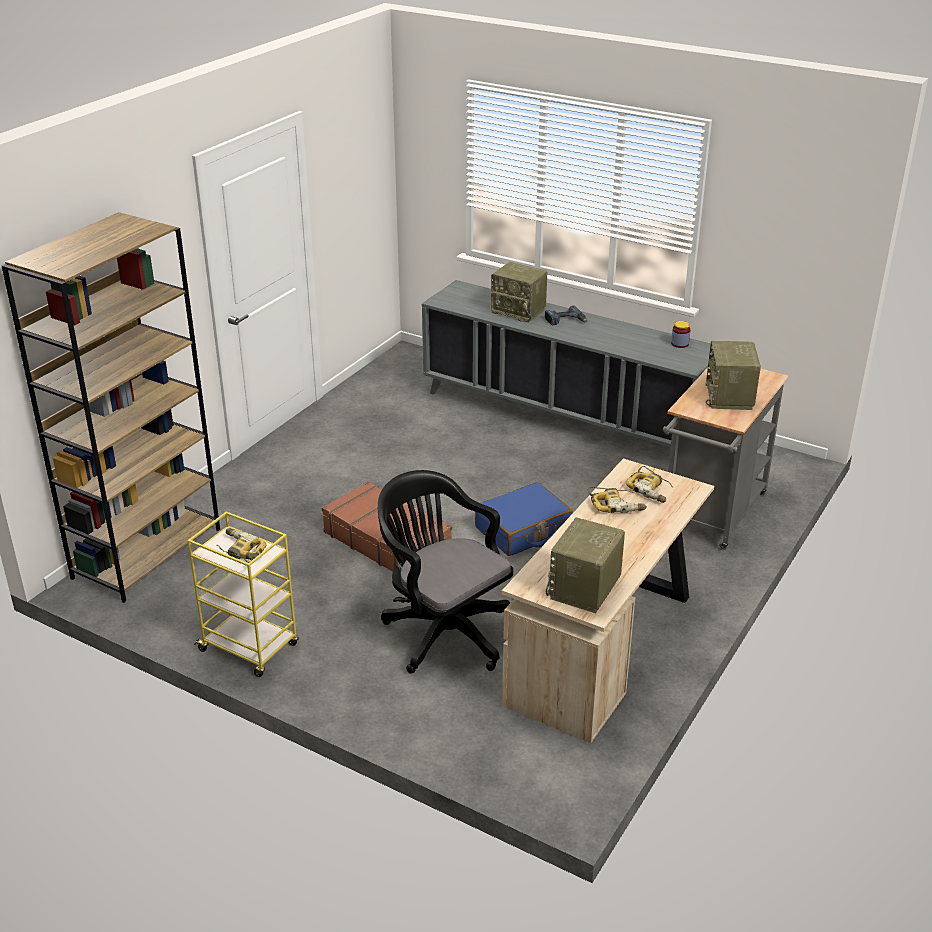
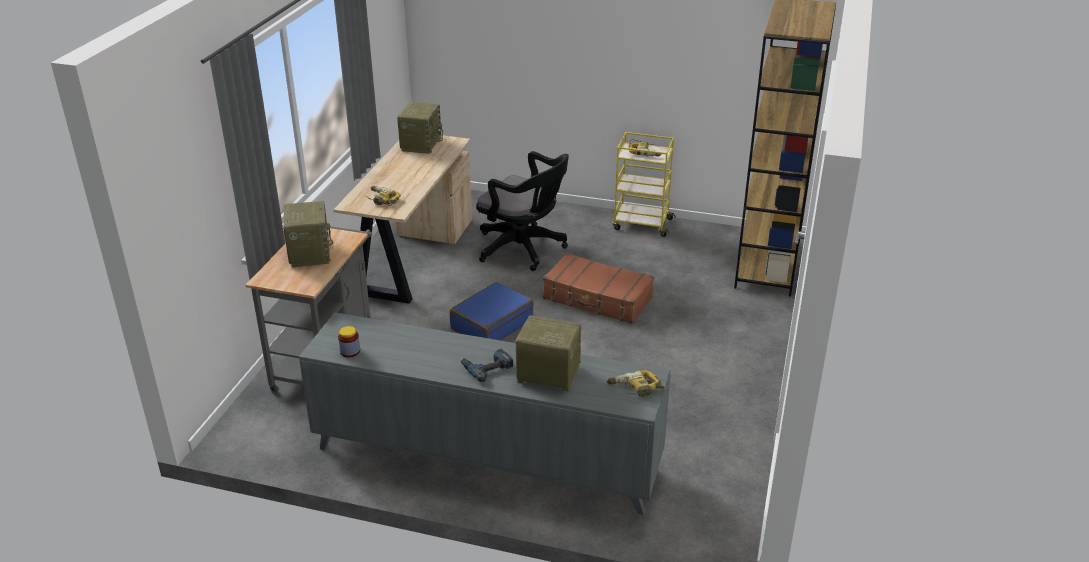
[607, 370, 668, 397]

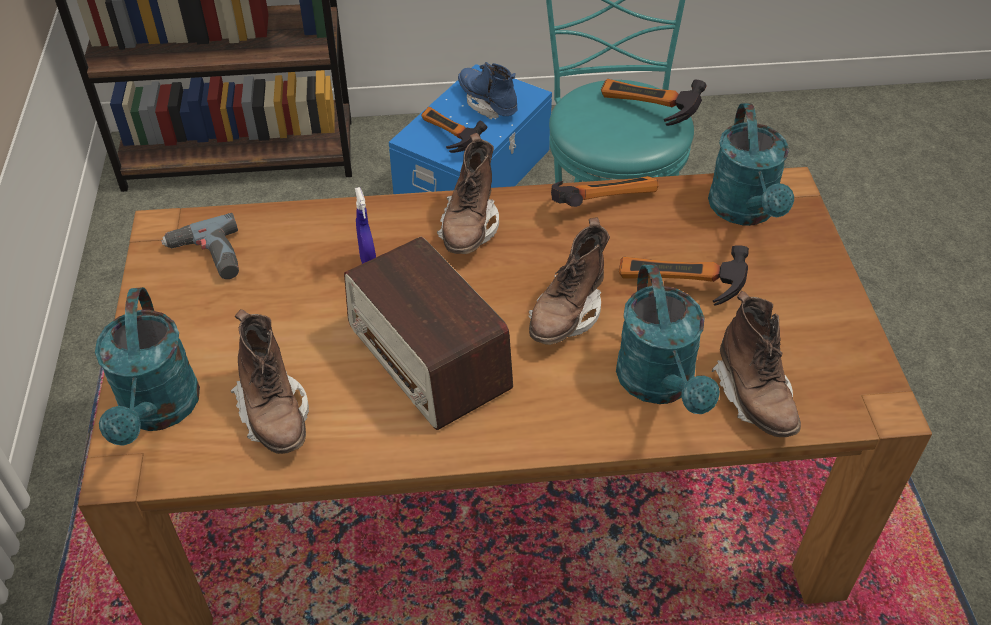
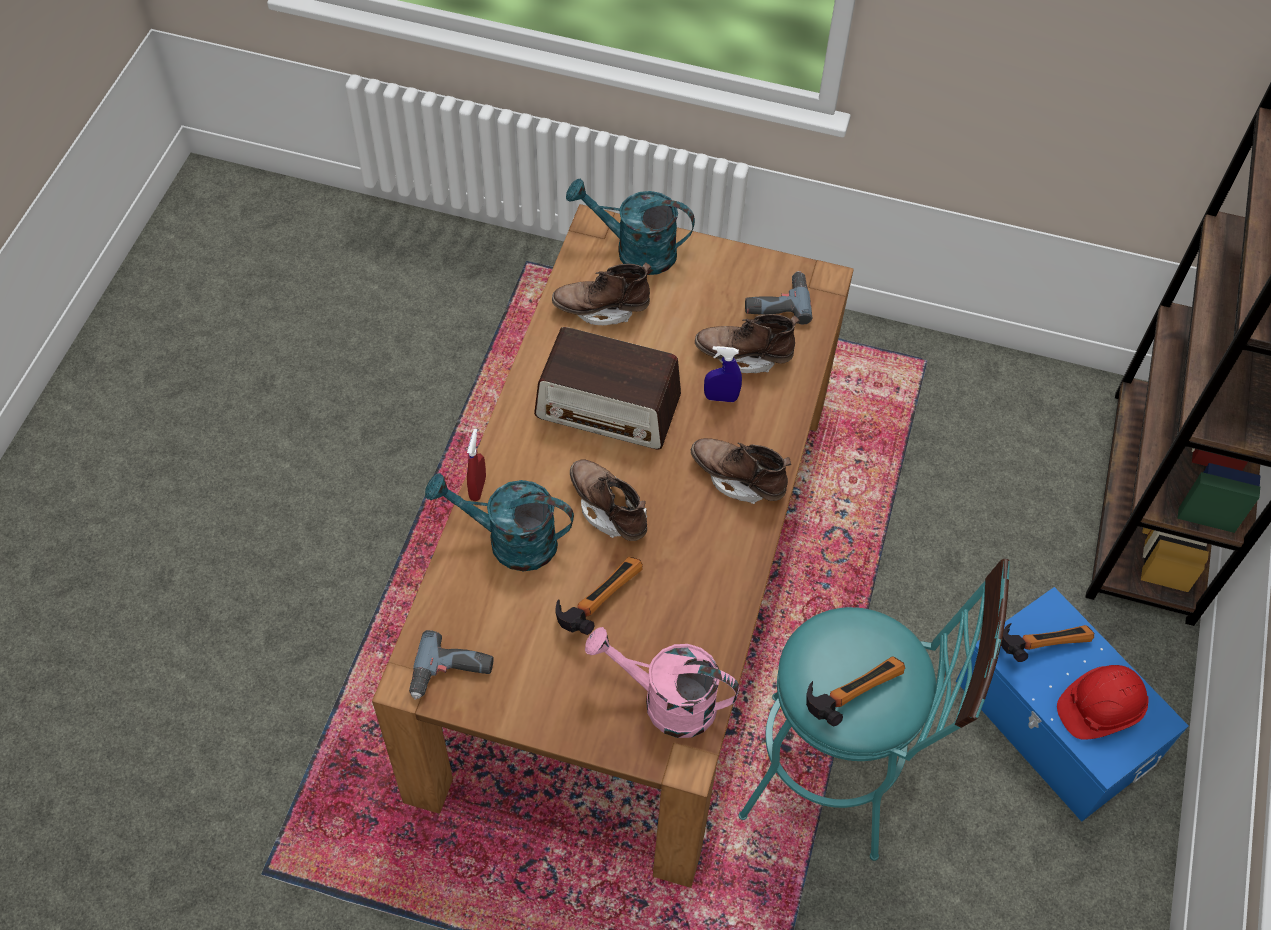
[534, 327, 681, 450]
[1057, 665, 1149, 740]
[551, 176, 659, 207] (first image)
[585, 627, 740, 738]
[695, 314, 800, 373]
[409, 630, 494, 700]
[467, 429, 486, 501]

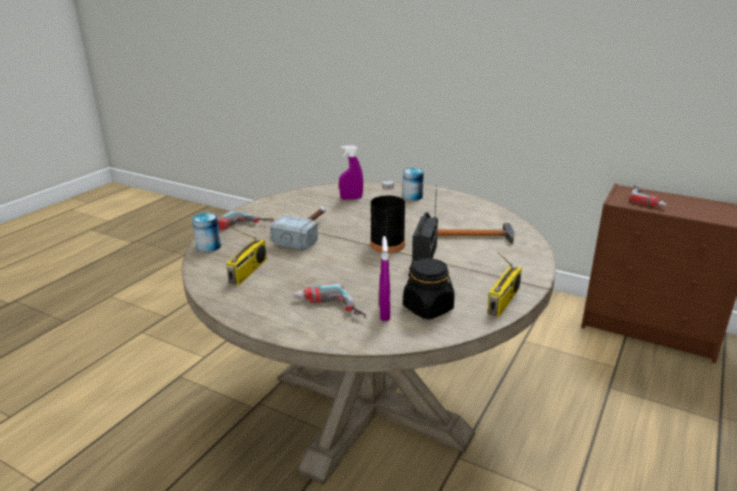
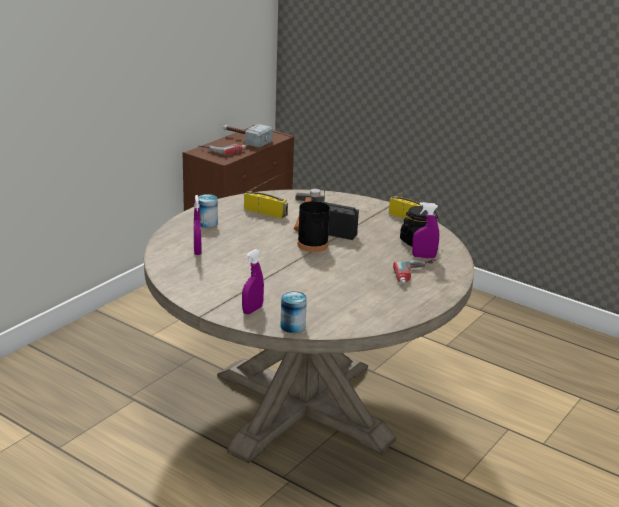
[242, 249, 264, 314]
[244, 175, 288, 219]
[223, 124, 273, 148]

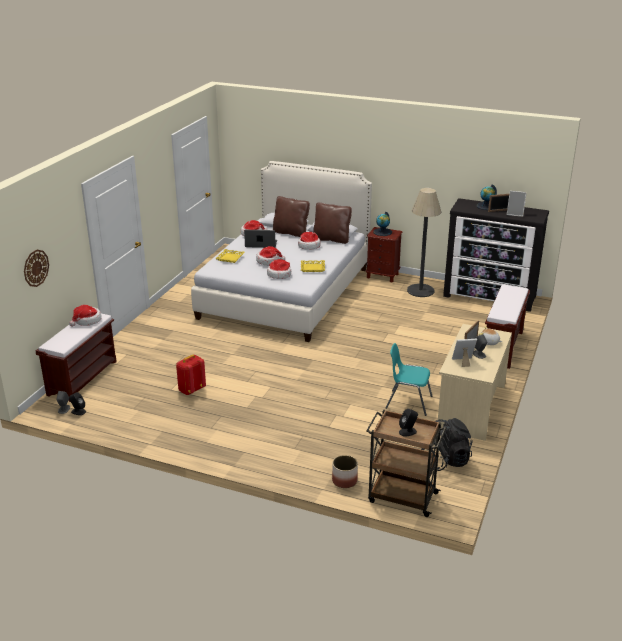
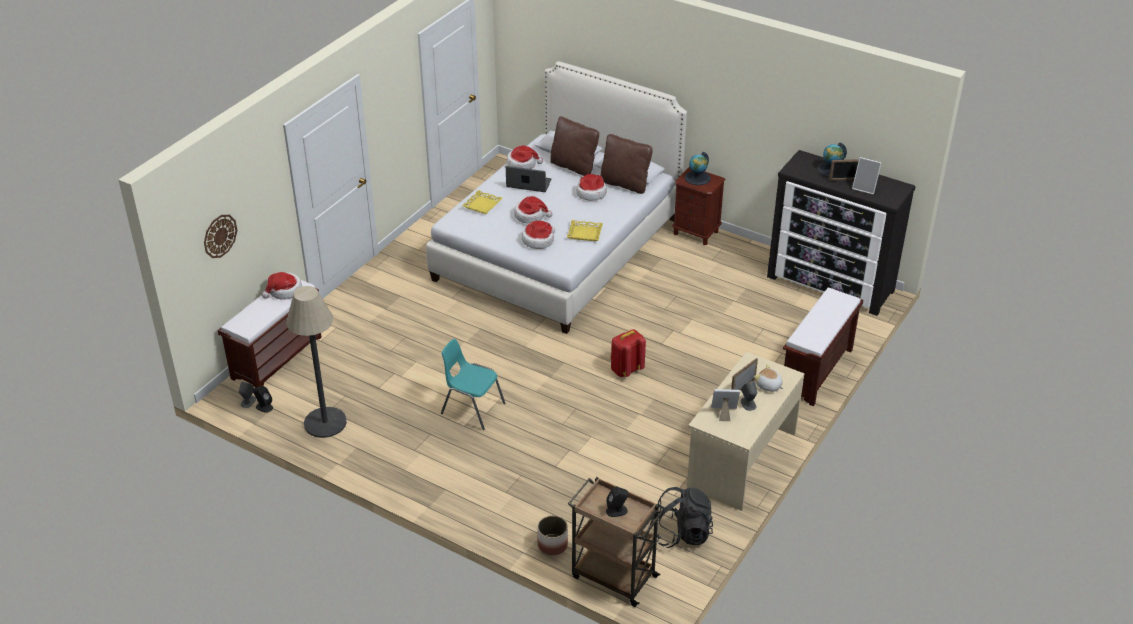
[611, 330, 646, 377]
[441, 339, 505, 430]
[286, 286, 347, 438]

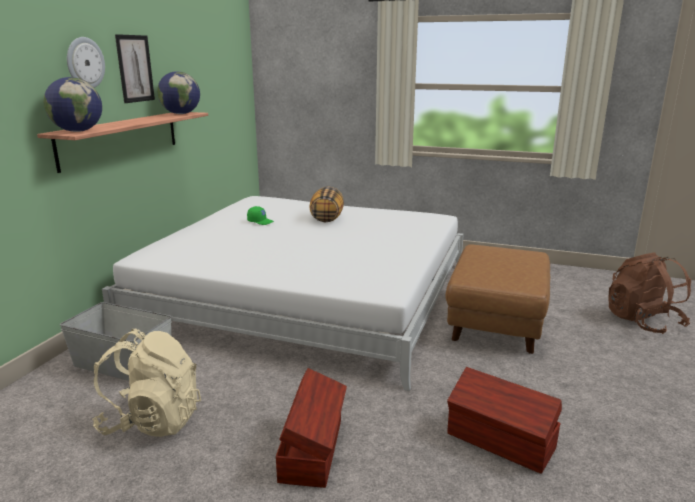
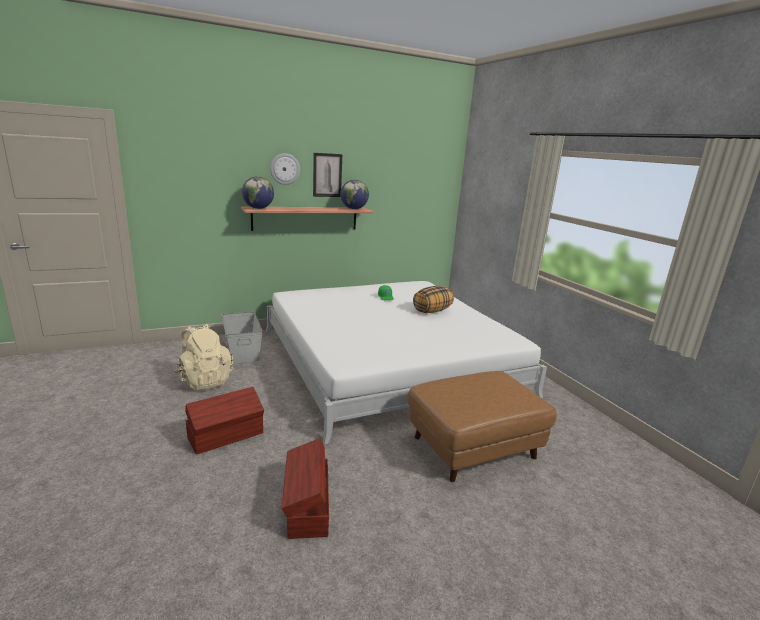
[608, 252, 691, 334] (first image)

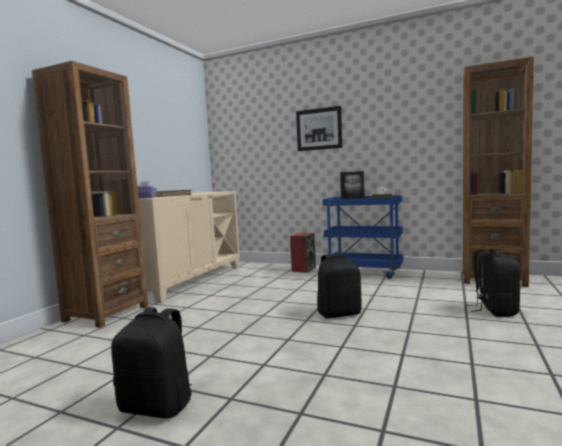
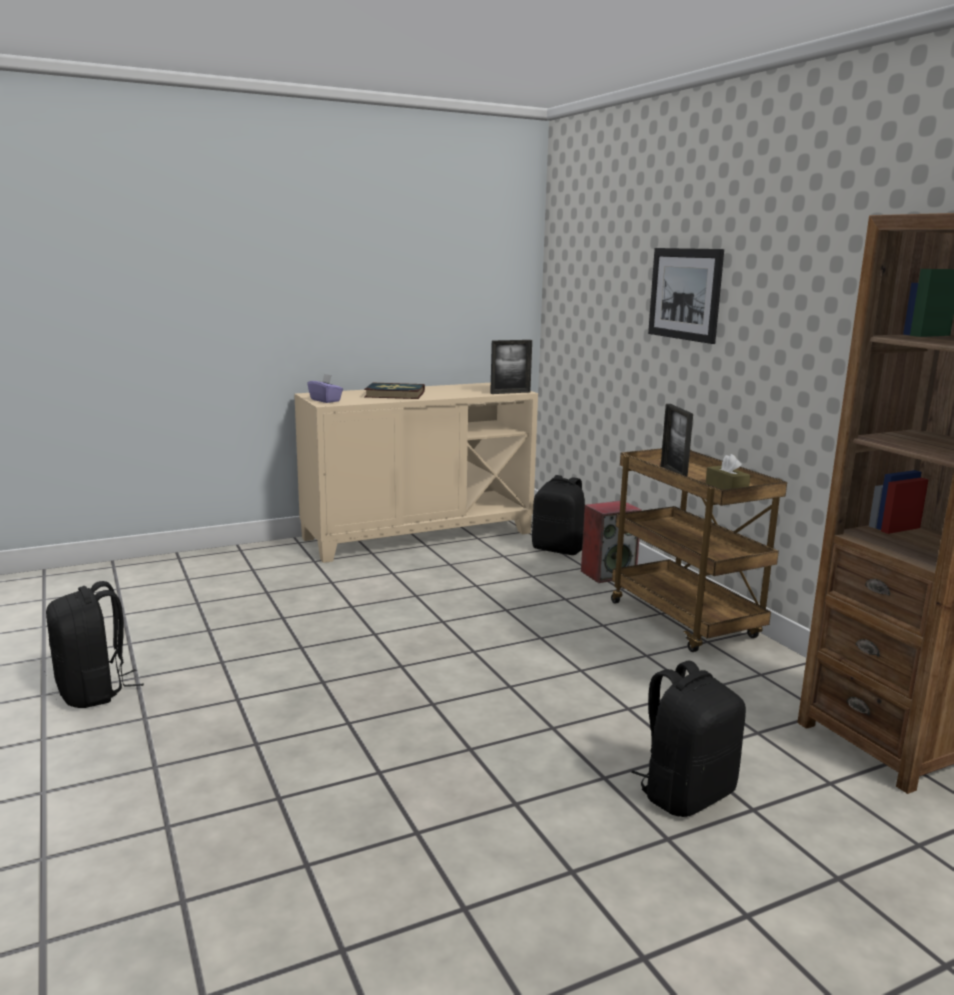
[32, 61, 148, 328] (first image)
[531, 475, 585, 555]
[611, 448, 787, 652]
[490, 340, 532, 394]

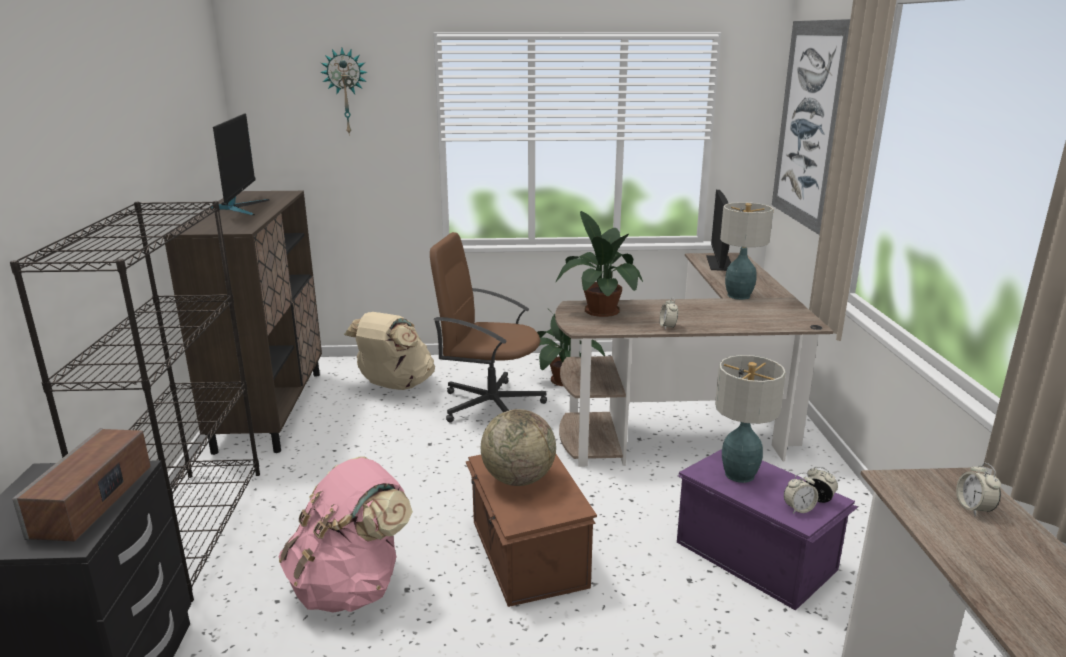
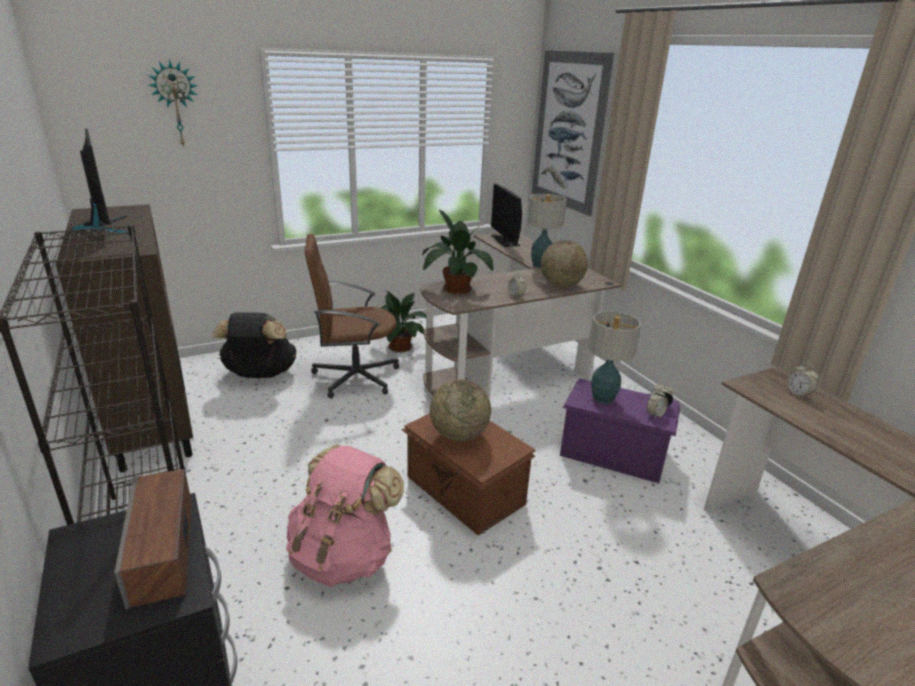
[212, 312, 297, 378]
[541, 240, 588, 287]

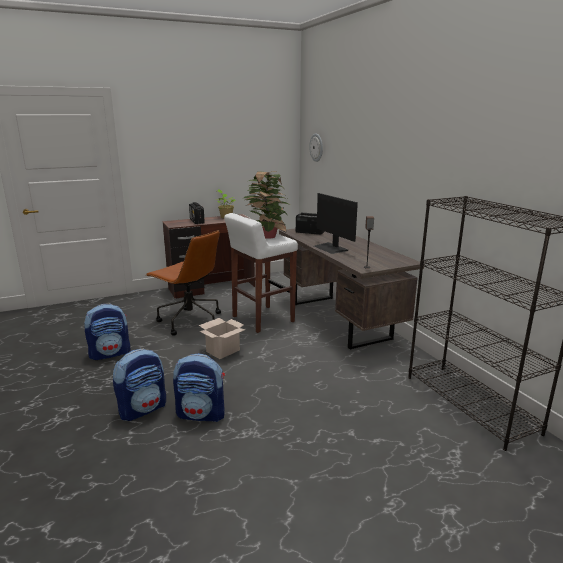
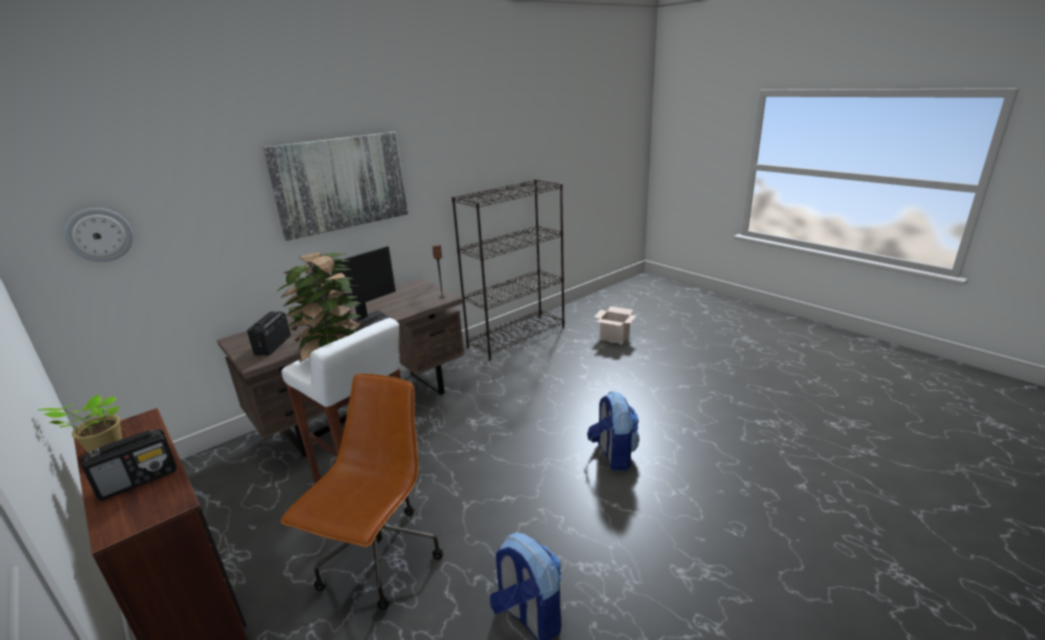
[113, 349, 166, 421] (first image)
[594, 306, 636, 344]
[263, 132, 408, 241]

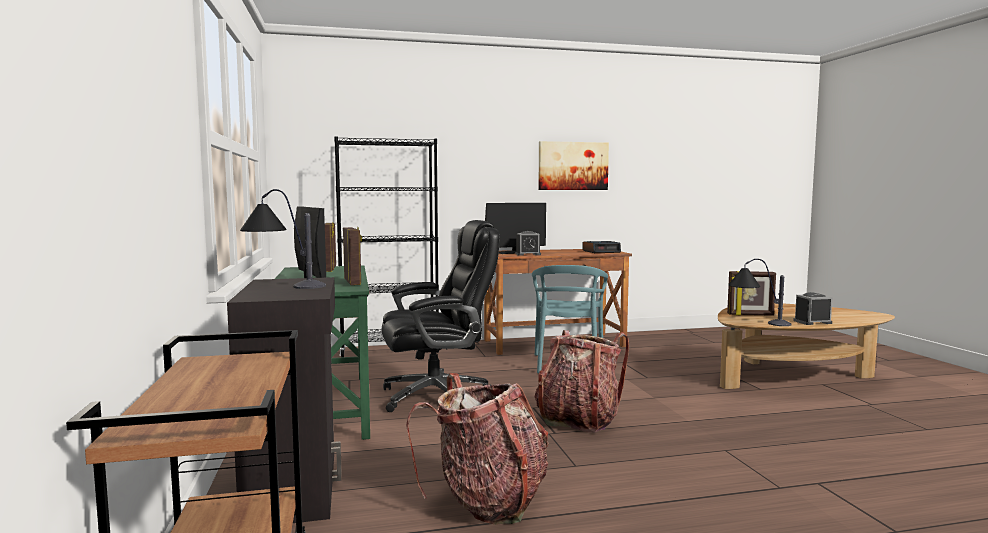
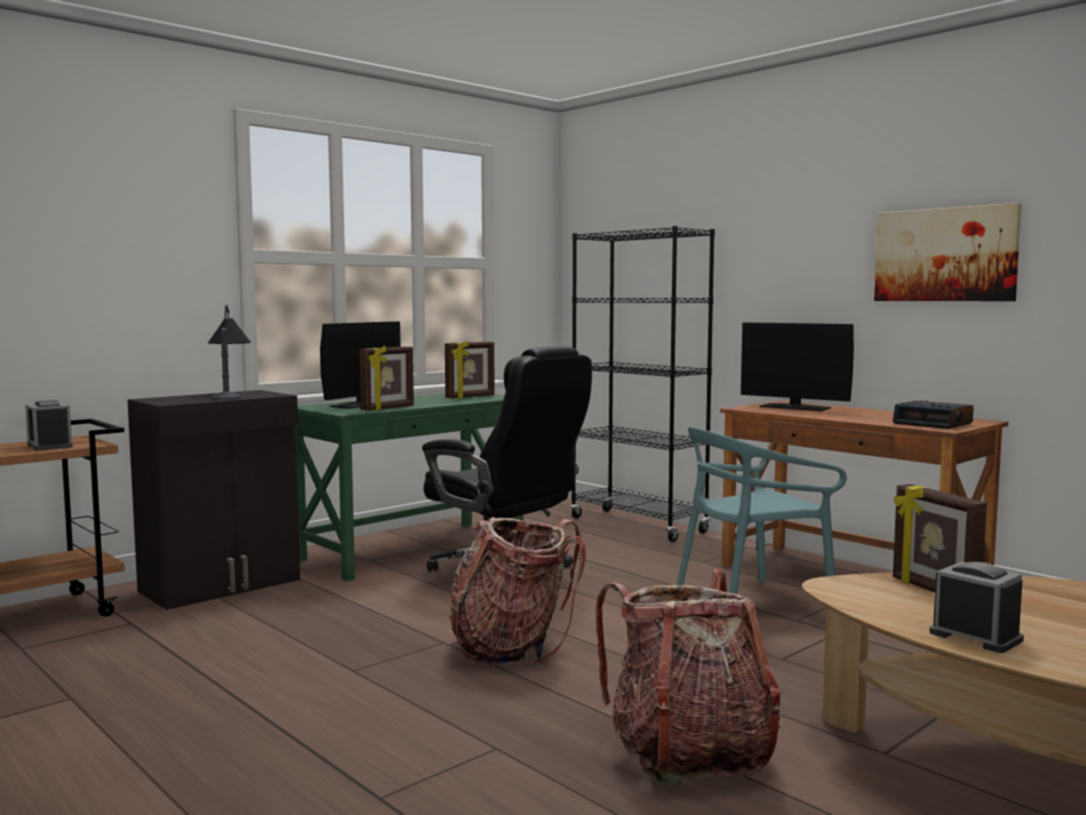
[596, 568, 781, 786]
[25, 400, 73, 451]
[728, 259, 791, 326] (first image)

